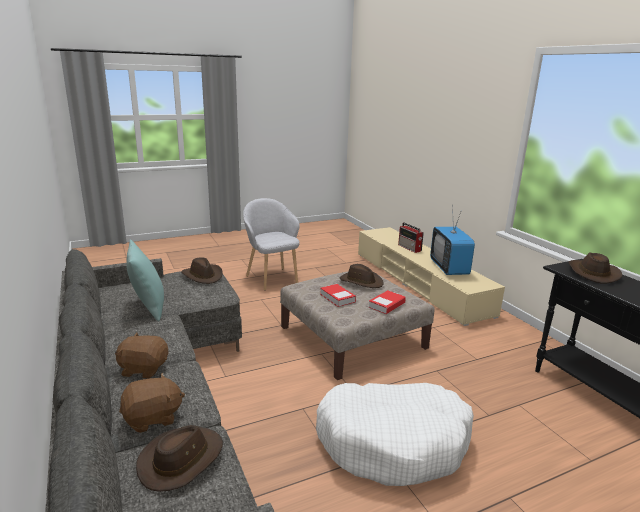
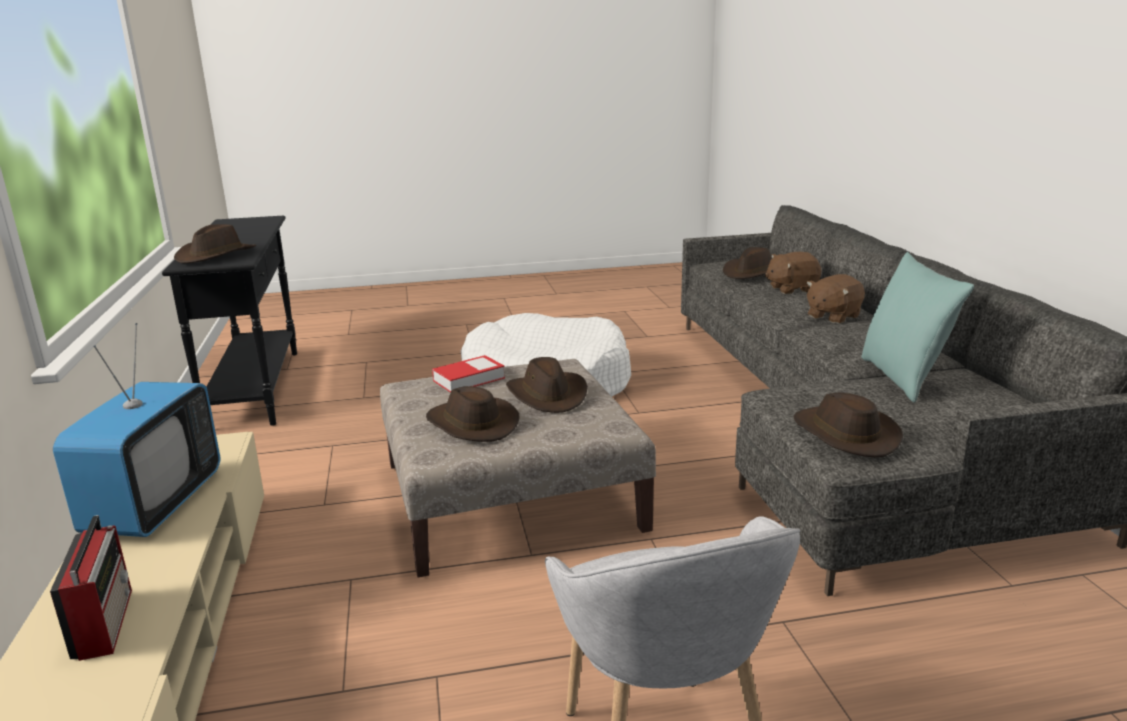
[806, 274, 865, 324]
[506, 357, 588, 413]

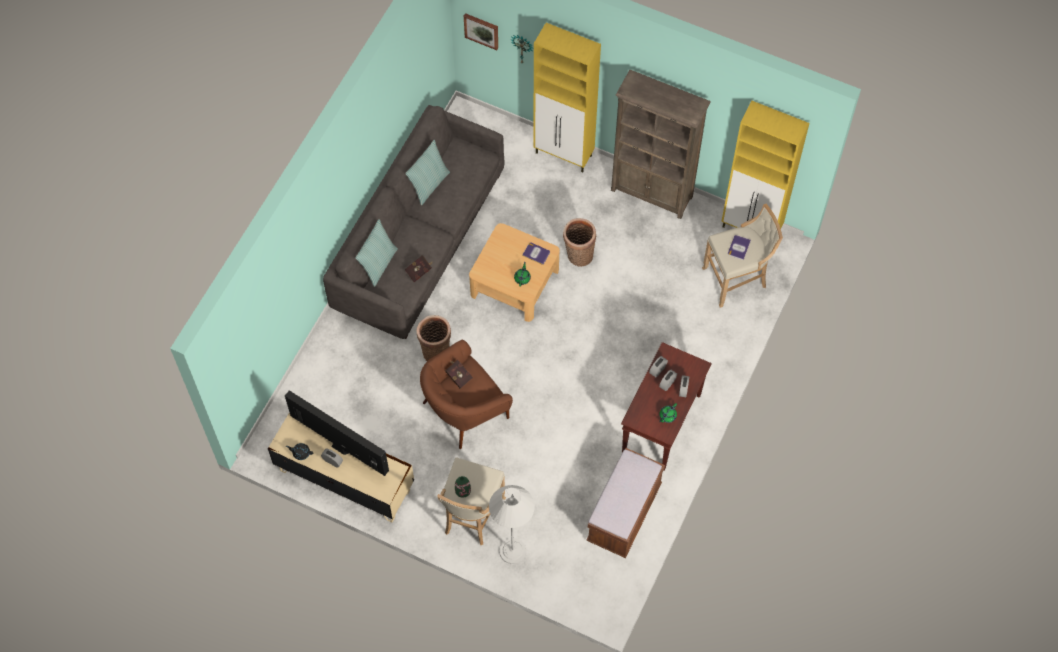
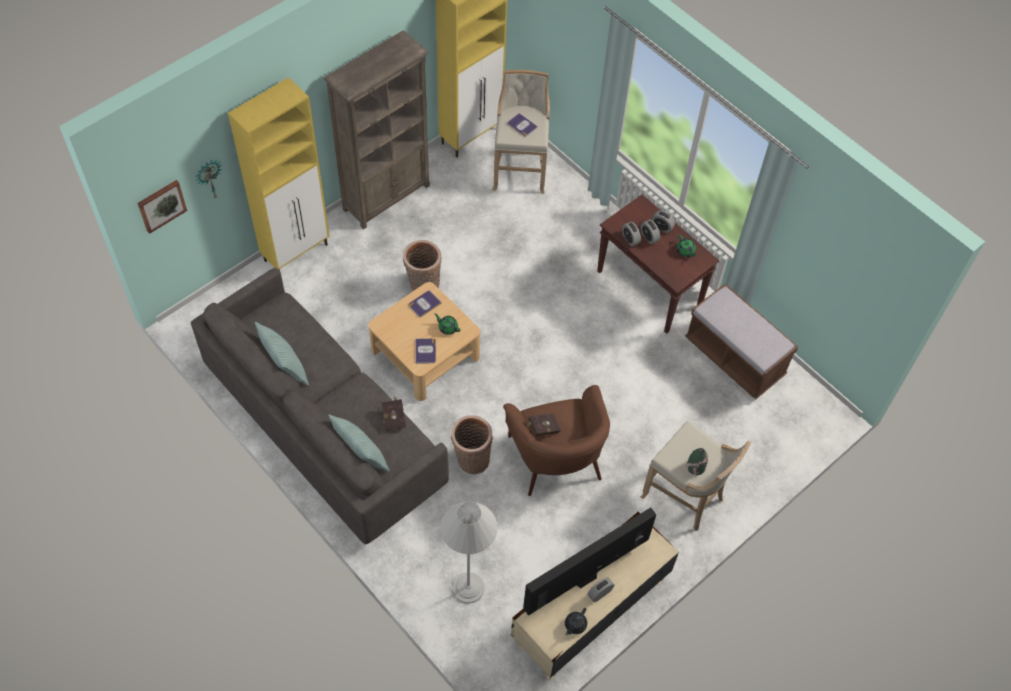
[440, 501, 498, 604]
[415, 338, 436, 364]

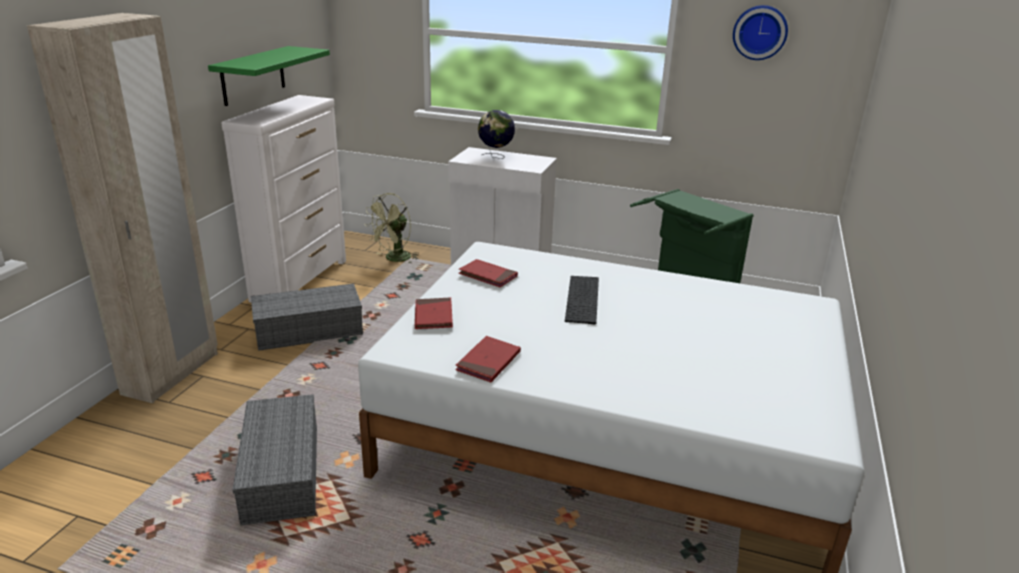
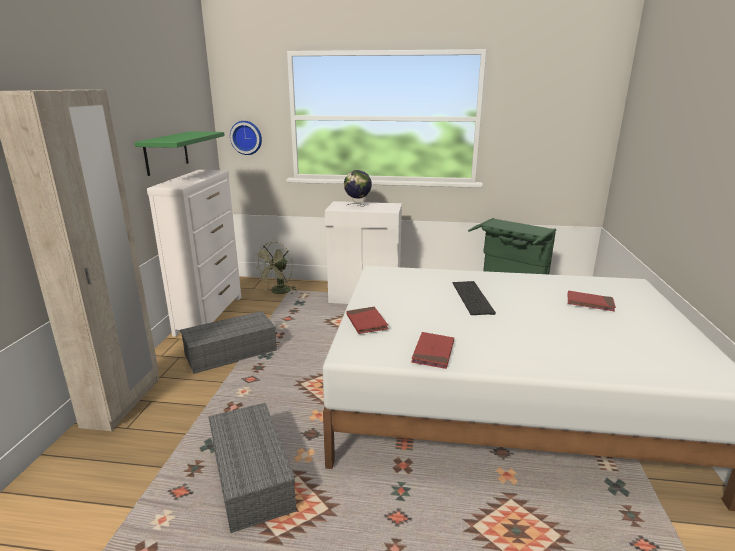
[567, 291, 616, 312]
[230, 121, 262, 155]

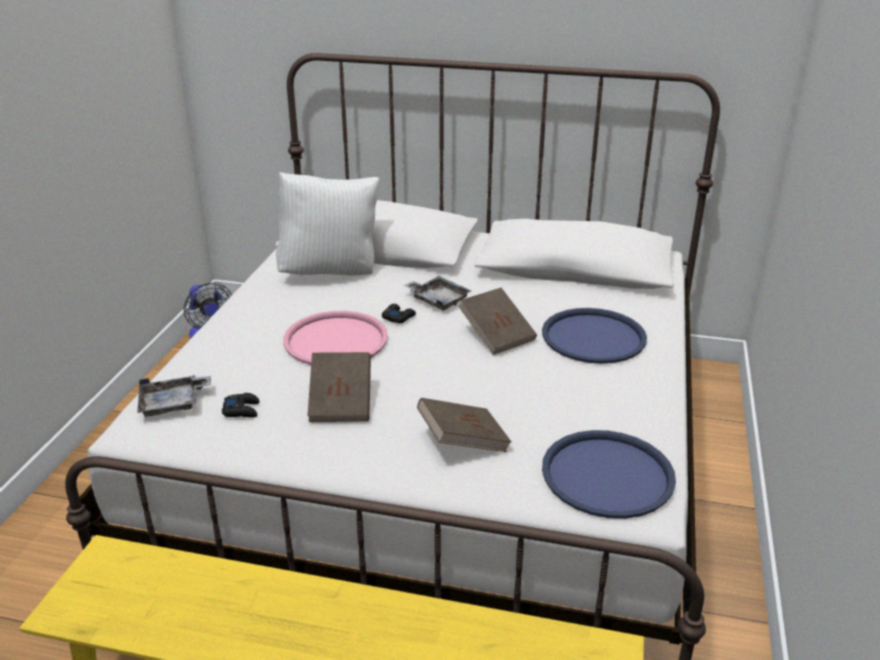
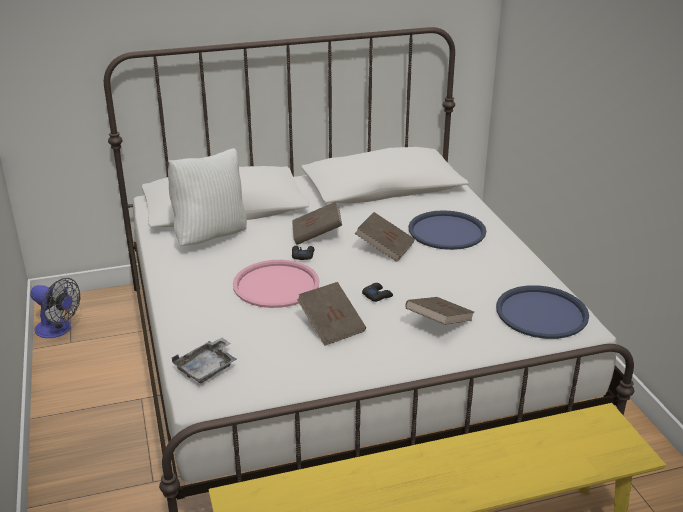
[362, 283, 393, 302]
[292, 201, 342, 245]

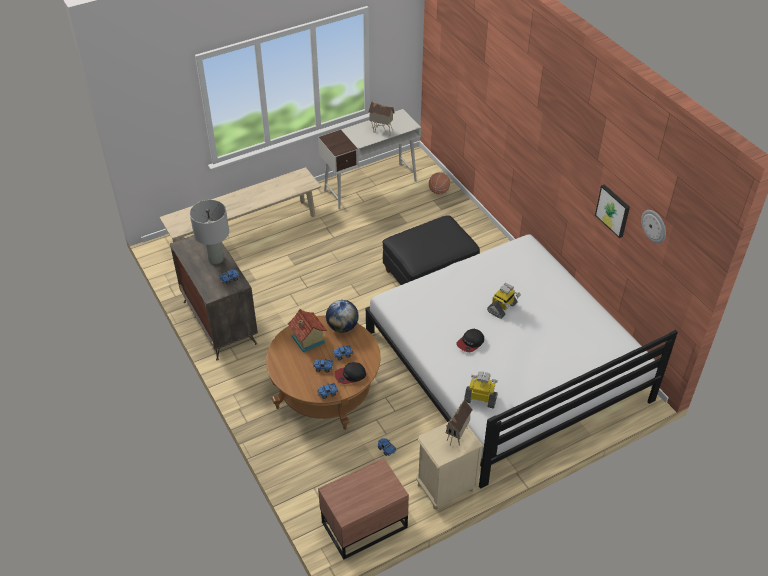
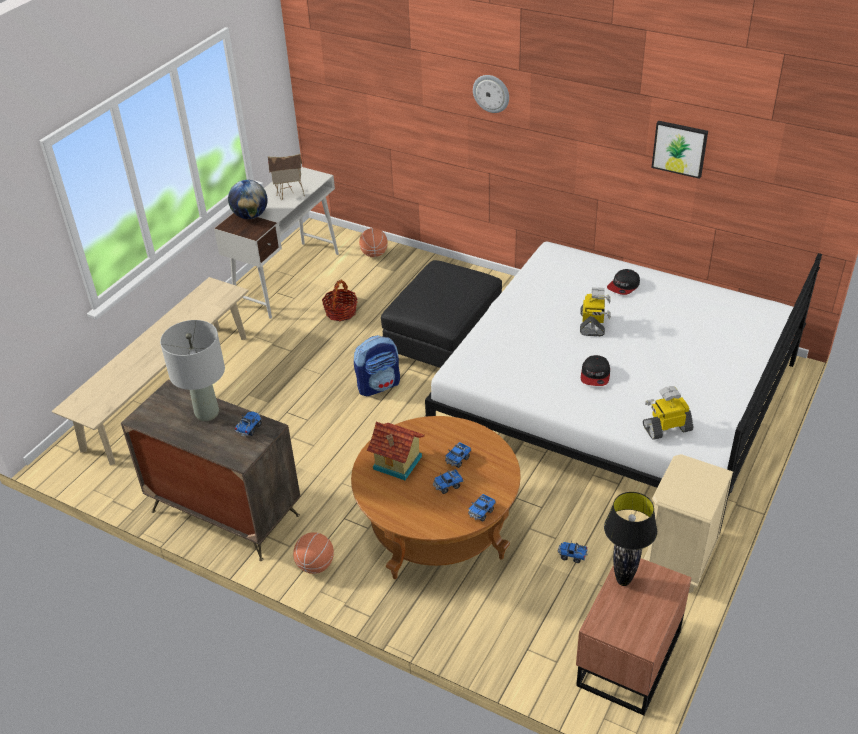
[228, 180, 268, 219]
[607, 269, 640, 295]
[446, 399, 472, 446] (first image)
[473, 75, 509, 113]
[293, 532, 334, 574]
[322, 279, 357, 321]
[354, 335, 400, 396]
[604, 492, 657, 586]

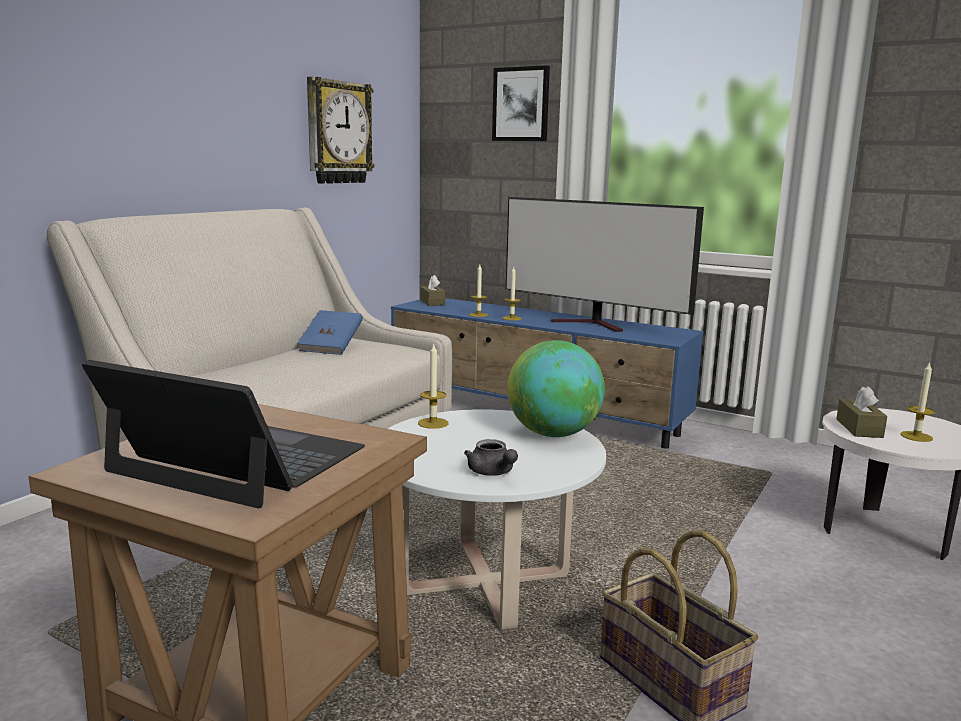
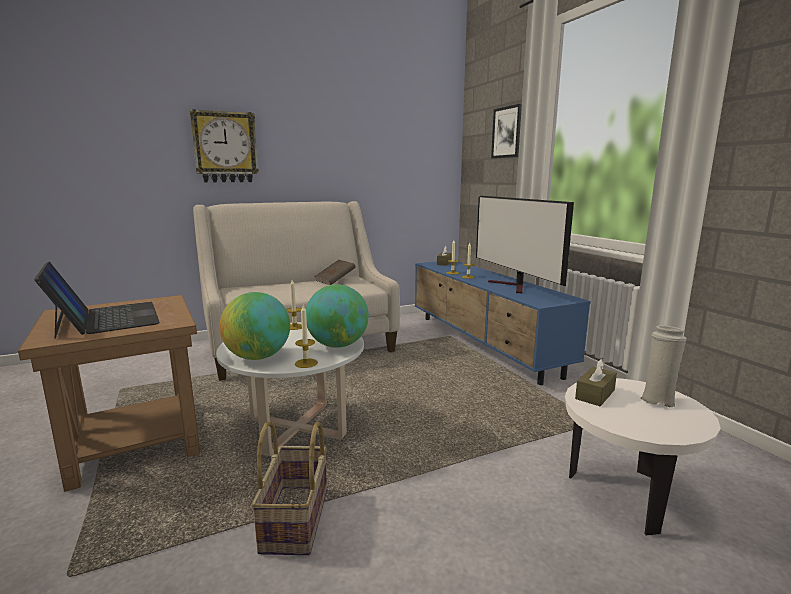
[314, 260, 356, 285]
[190, 109, 259, 182]
[219, 292, 290, 360]
[295, 305, 318, 368]
[640, 325, 687, 408]

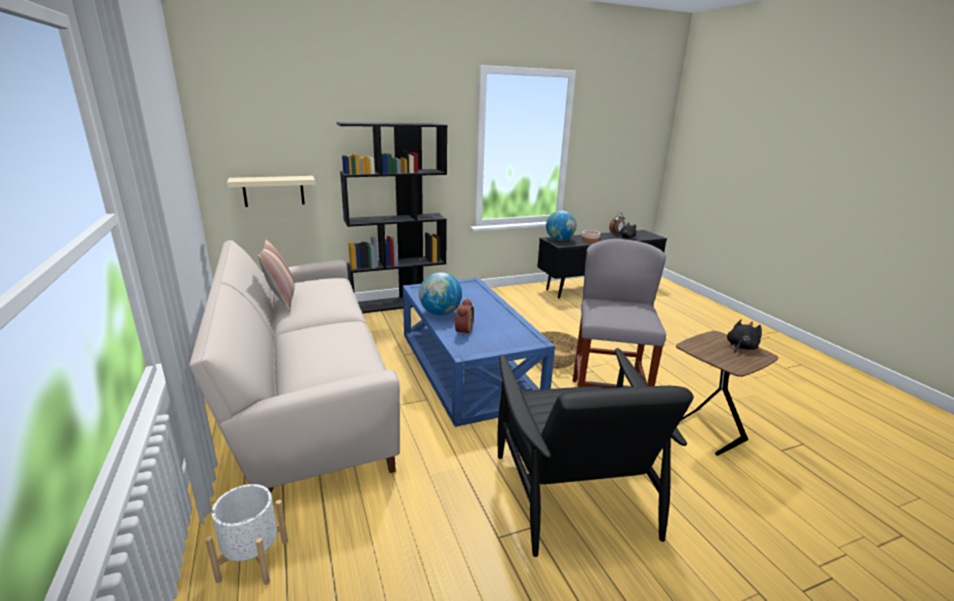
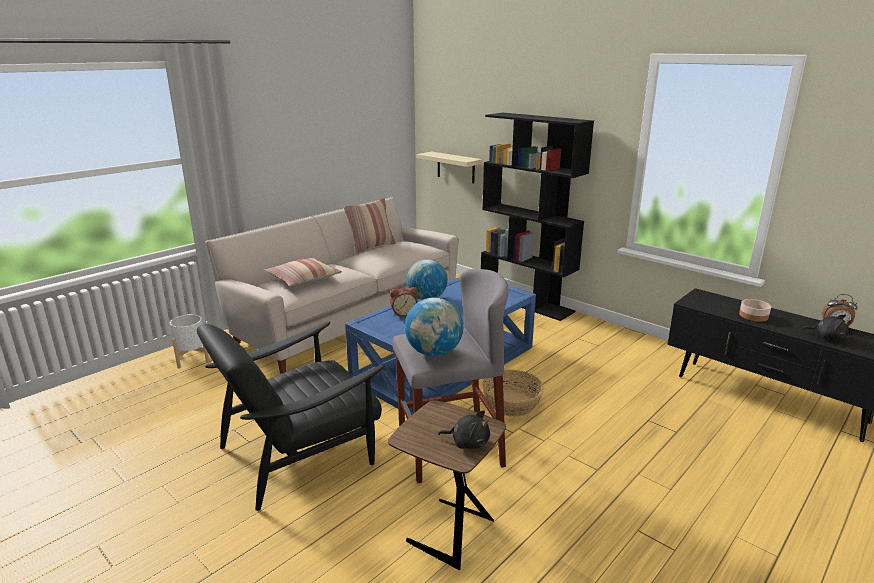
[405, 298, 463, 356]
[265, 258, 342, 286]

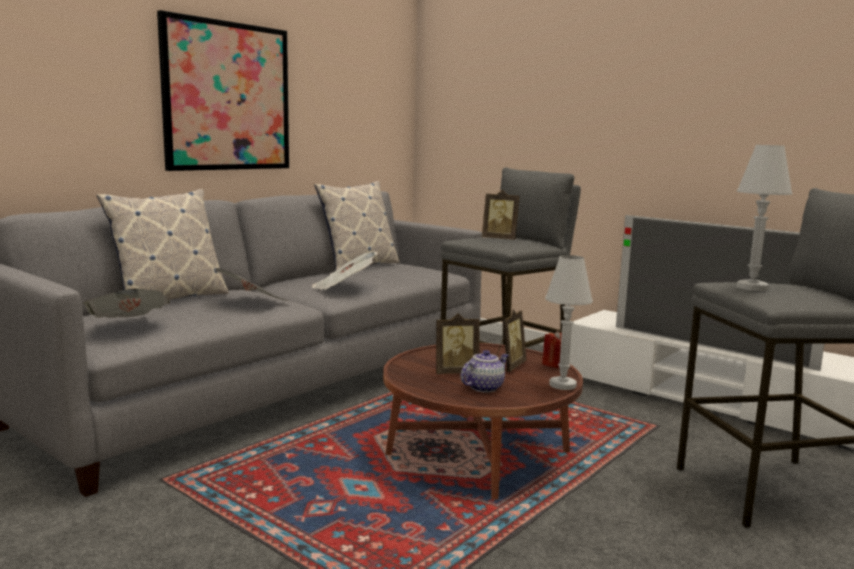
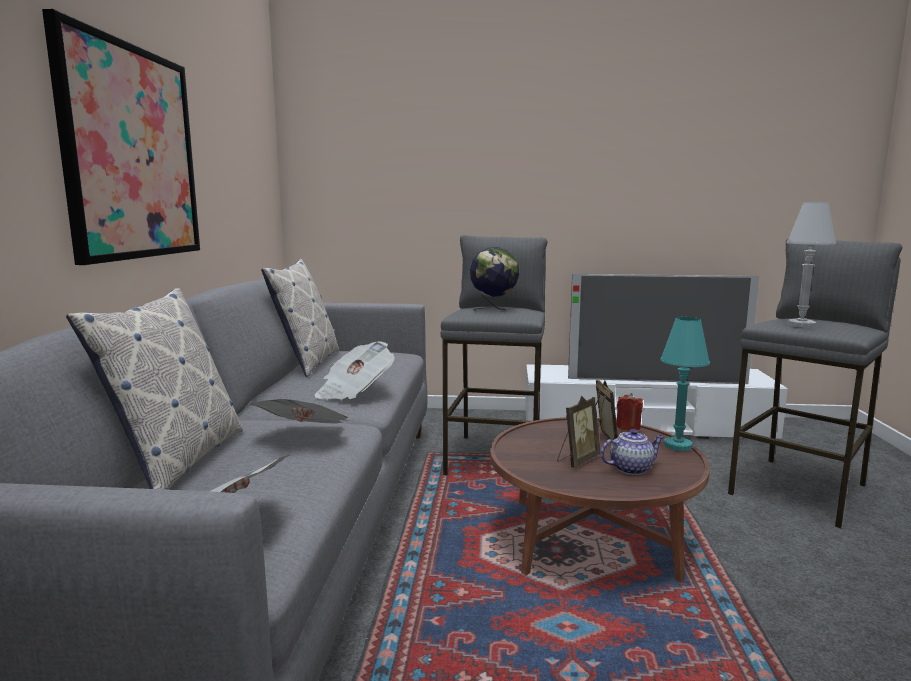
[600, 429, 664, 475]
[470, 247, 519, 311]
[660, 317, 710, 451]

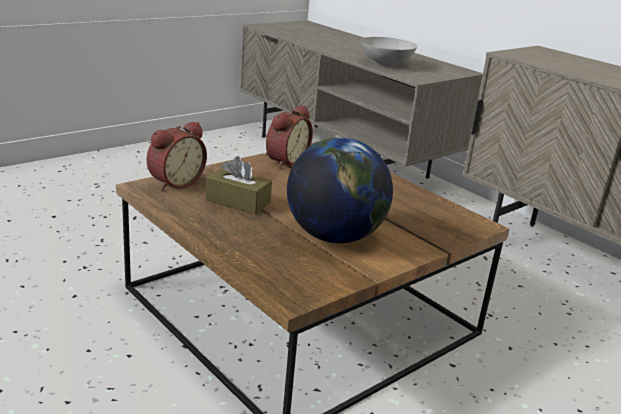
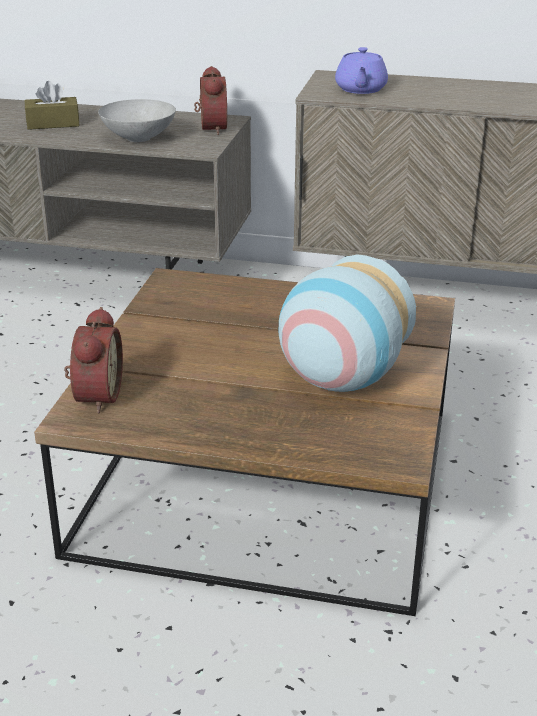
[25, 81, 80, 130]
[194, 66, 227, 135]
[279, 254, 416, 392]
[335, 47, 388, 94]

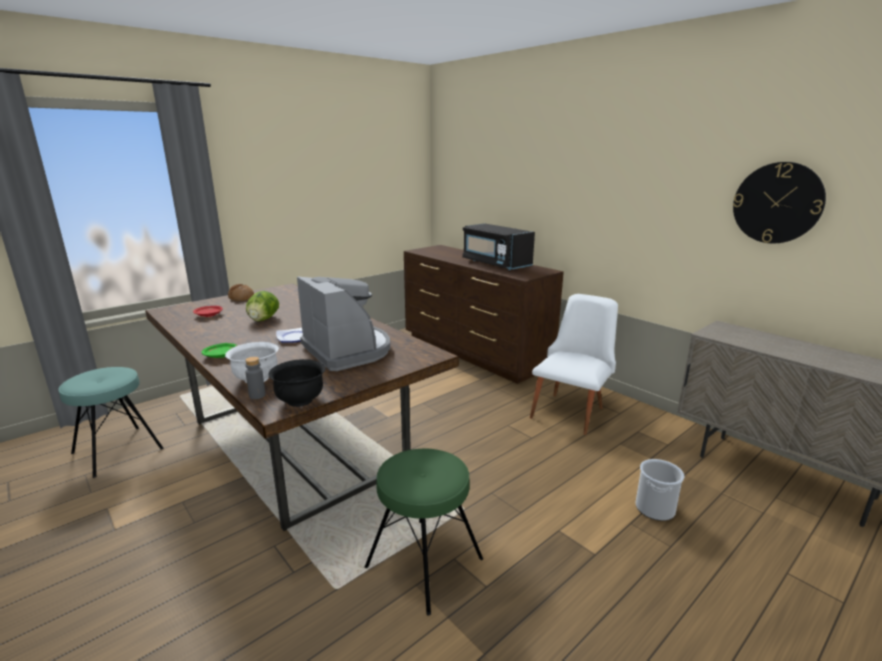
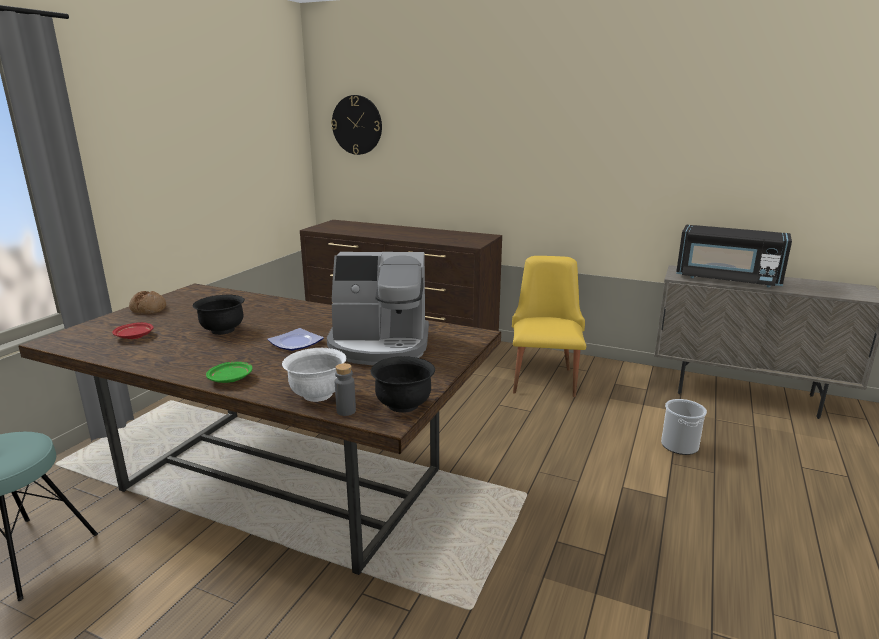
[192, 295, 245, 335]
[327, 252, 429, 365]
[365, 448, 483, 616] (first image)
[676, 225, 792, 287]
[512, 256, 586, 397]
[331, 95, 382, 155]

